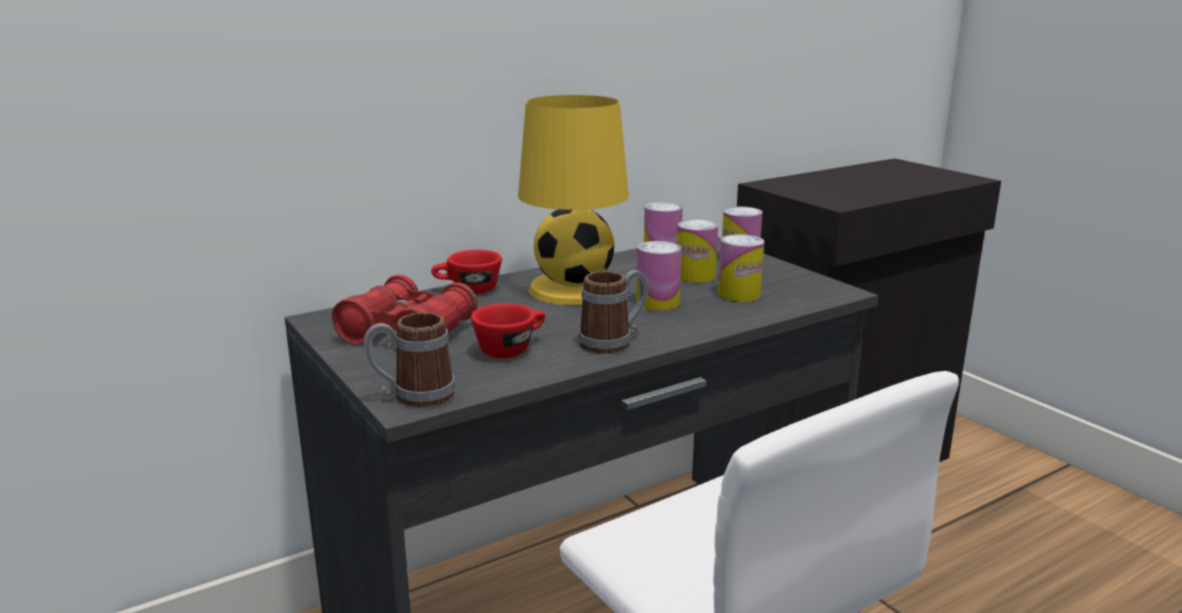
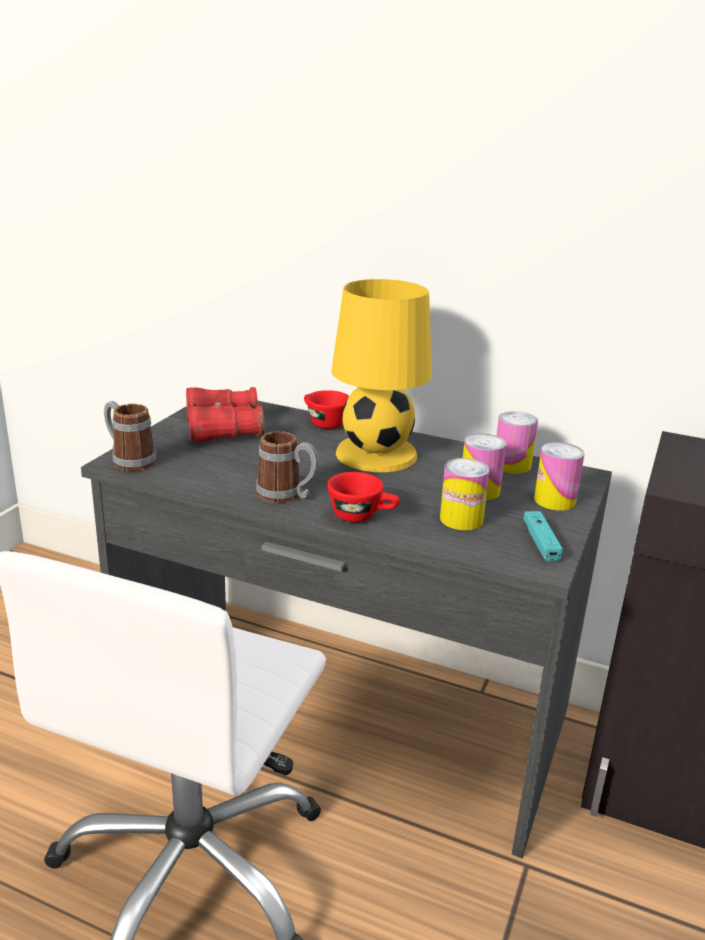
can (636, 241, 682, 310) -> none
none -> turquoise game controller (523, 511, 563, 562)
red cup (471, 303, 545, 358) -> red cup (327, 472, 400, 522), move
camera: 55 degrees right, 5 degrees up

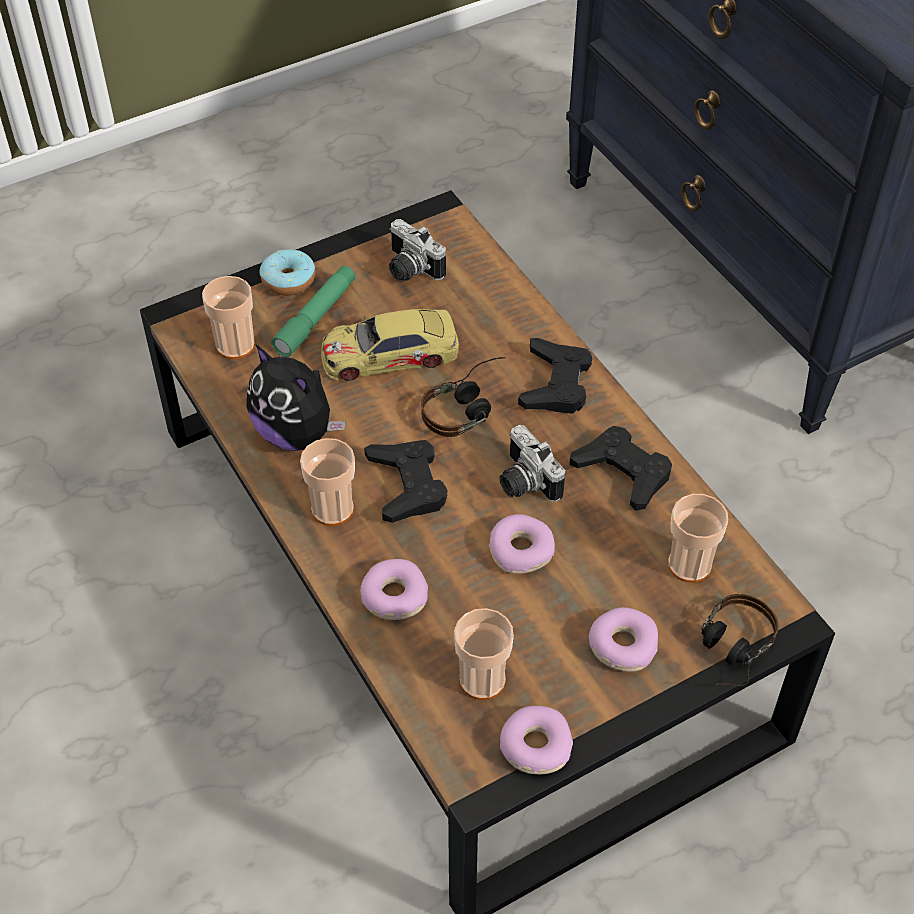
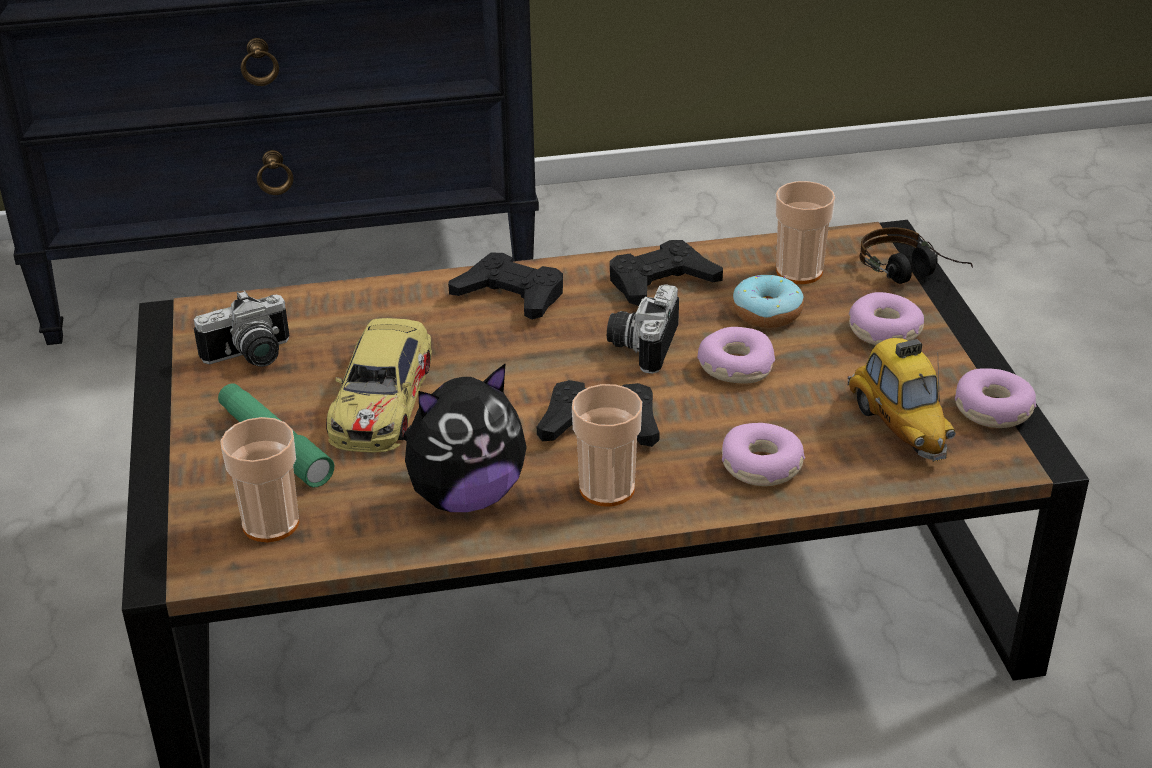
headphones (421, 357, 506, 437) -> none
donut (259, 249, 316, 296) -> donut (732, 275, 804, 328), move
cup (454, 608, 514, 700) -> toy car (848, 338, 956, 462)
photo camera (499, 425, 565, 502) -> photo camera (607, 285, 679, 374), 120 degrees clockwise
camera: 70 degrees left, 15 degrees down

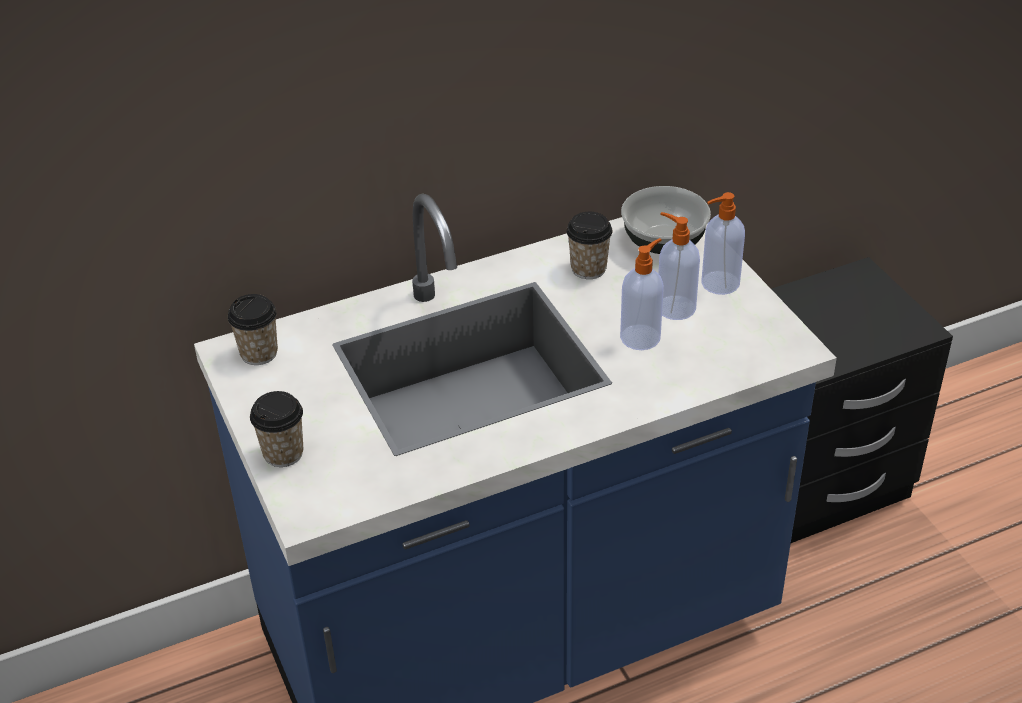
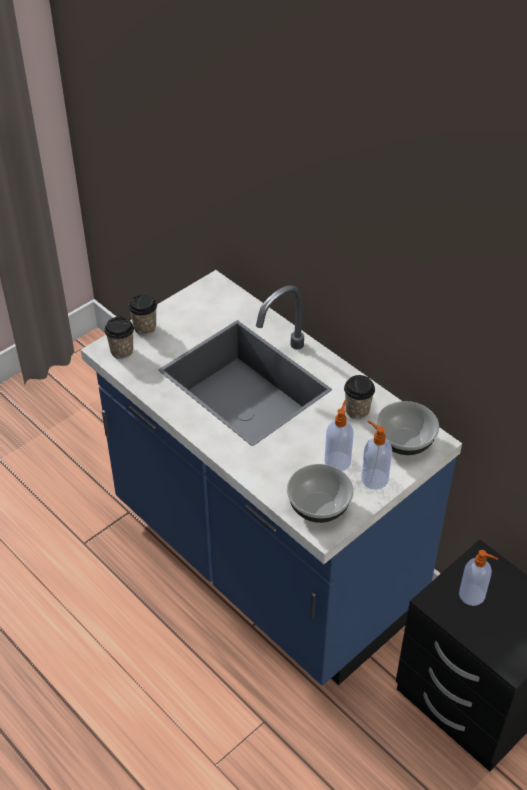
none -> bowl (287, 464, 353, 523)
cup (227, 294, 278, 365) -> cup (104, 316, 134, 359), move
soap dispenser (620, 238, 664, 350) -> soap dispenser (459, 550, 498, 606), move
camera: 70 degrees right, 5 degrees up

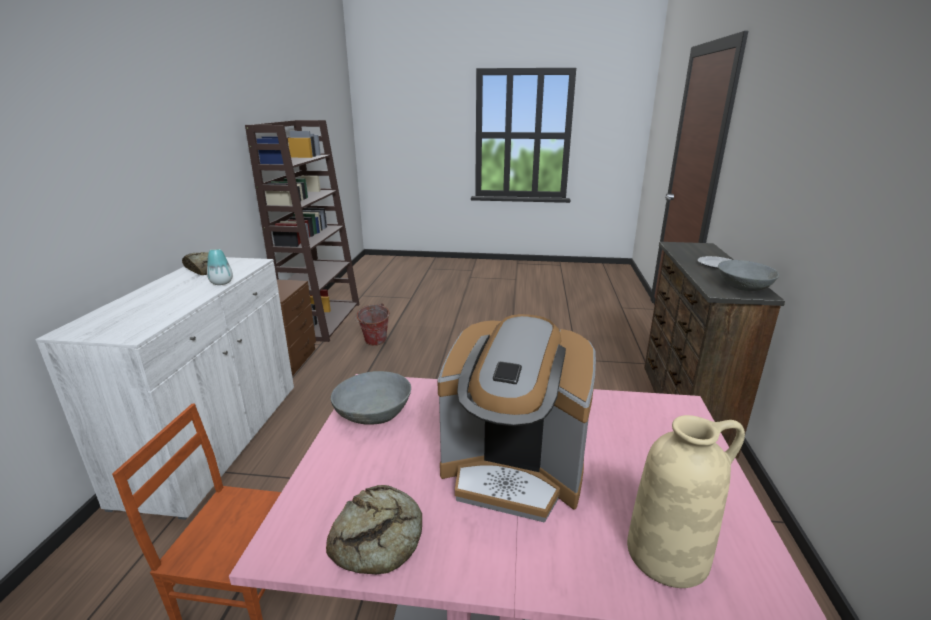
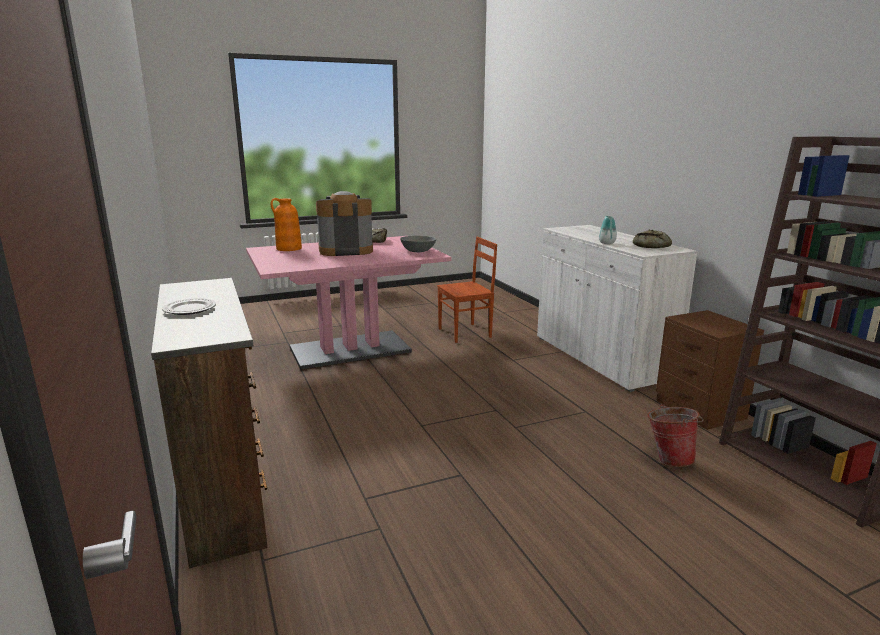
grey bowl (718, 260, 779, 291) -> none
beige vase (627, 415, 745, 588) -> orange vase (270, 198, 302, 251)
camera: 150 degrees right, 5 degrees down

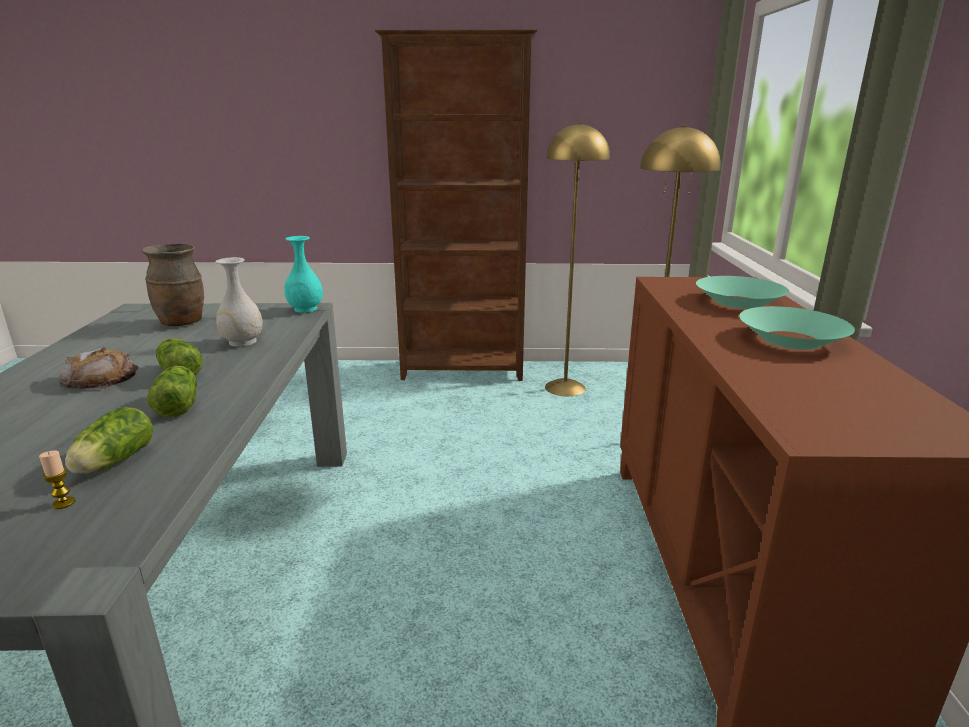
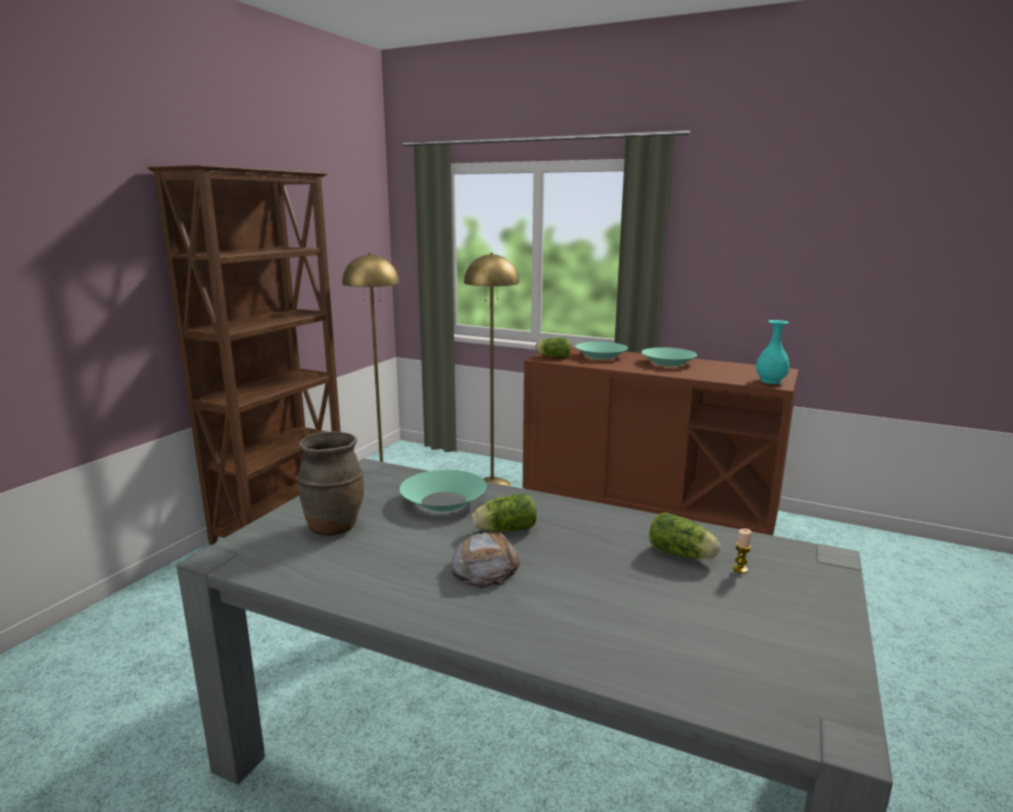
lettuce (147, 366, 197, 417) -> lettuce (535, 338, 571, 358), move
turquoise vase (284, 236, 323, 313) -> turquoise vase (756, 320, 790, 384), move
white vase (215, 257, 263, 347) -> turquoise bowl (400, 470, 487, 512)
camera: 65 degrees left, 5 degrees down

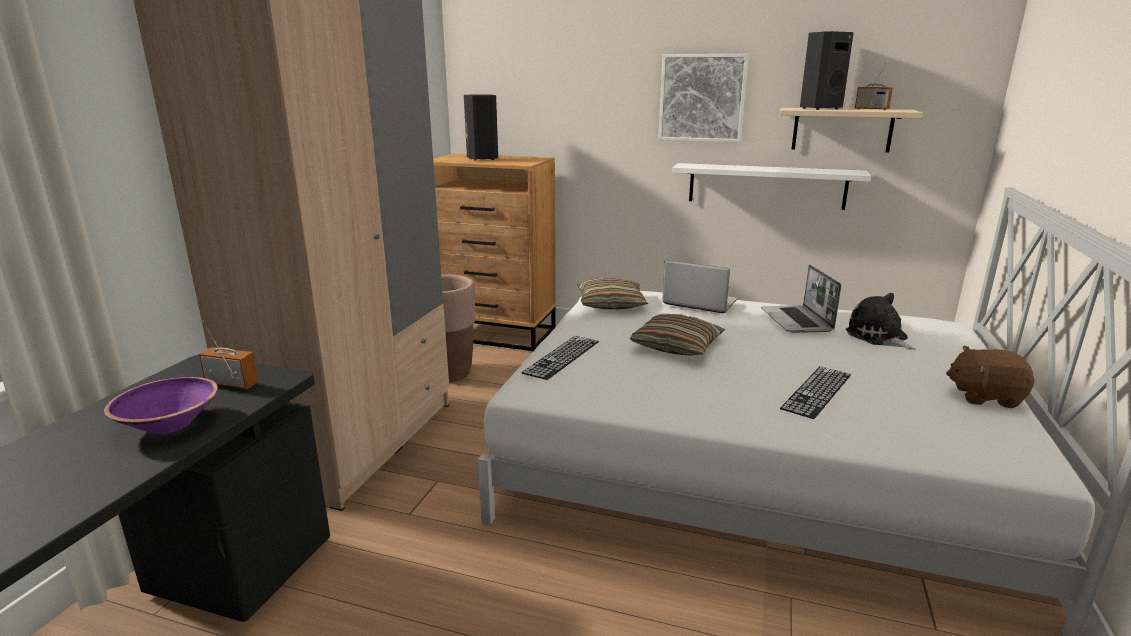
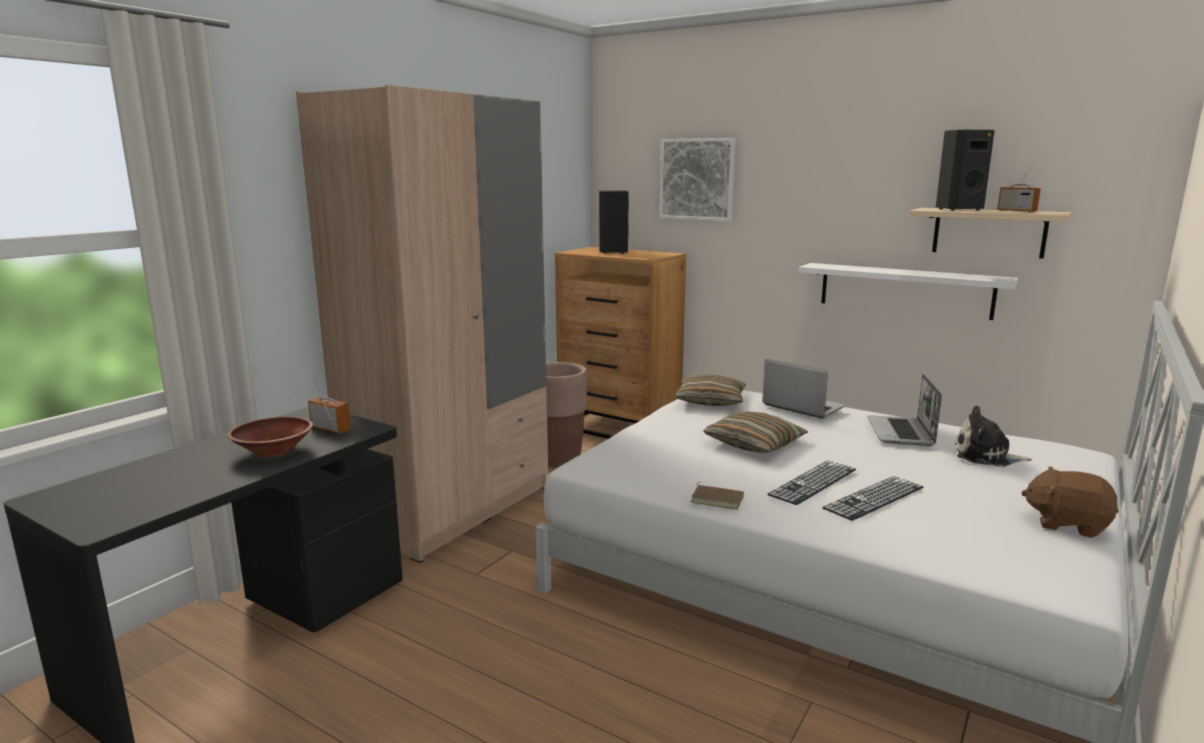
none -> brown book (690, 482, 744, 510)
keyboard (521, 336, 599, 380) -> keyboard (767, 460, 856, 505), move
picture (658, 54, 749, 143) -> picture (659, 138, 736, 221), move
purple bowl (104, 377, 218, 434) -> brown bowl (227, 417, 313, 457)
plush toy (846, 293, 916, 350) -> plush toy (955, 406, 1032, 467), 60 degrees counterclockwise
camera: 15 degrees right, 5 degrees down

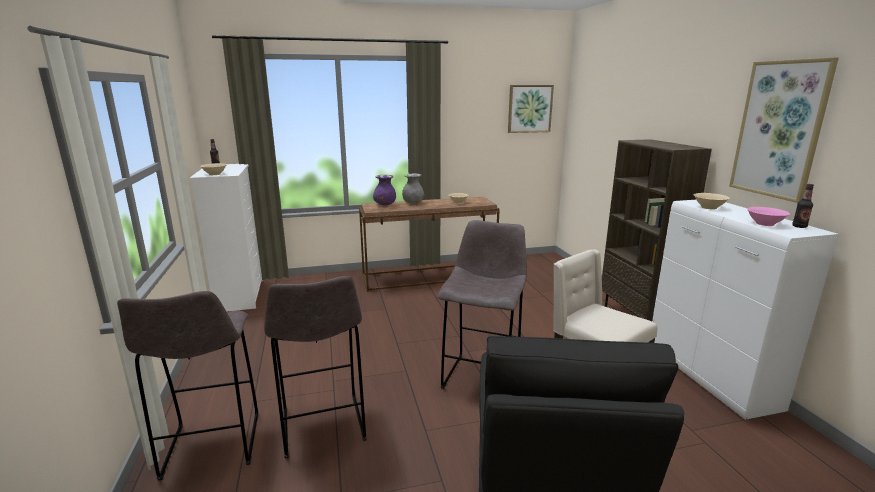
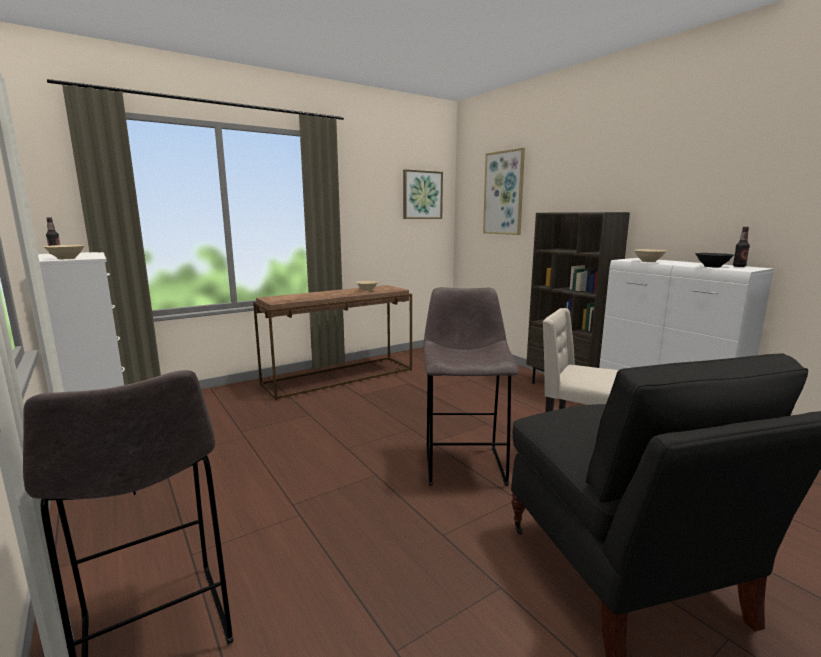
grey stool (264, 276, 367, 458) -> none
purple vase (373, 175, 396, 205) -> none
grey vase (402, 174, 425, 204) -> none
picture (729, 57, 839, 203) -> picture (483, 148, 525, 235), move
pink bowl (747, 207, 790, 226) -> black bowl (695, 253, 734, 267)
camera: 20 degrees left, 5 degrees down

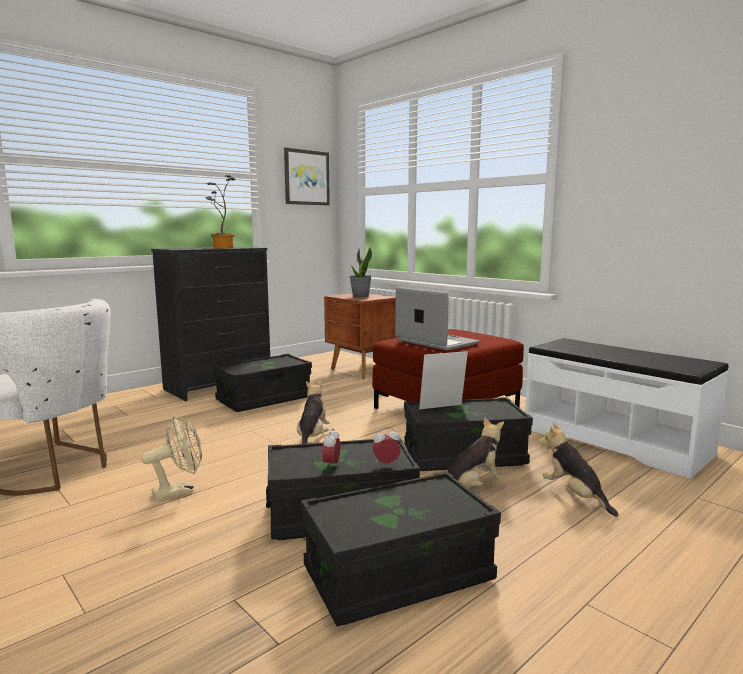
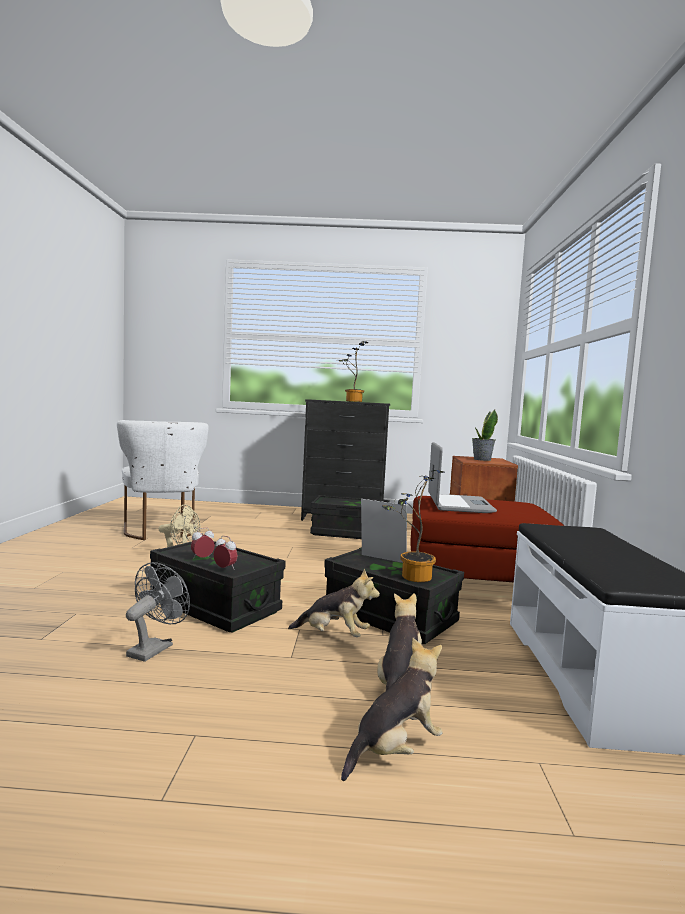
picture (284, 148, 330, 206) -> none
none -> potted plant (382, 470, 445, 582)
plush toy (297, 380, 330, 444) -> plush toy (341, 638, 443, 781), move
black storage box (301, 471, 501, 627) -> grey fan (126, 562, 190, 662)
camera: 45 degrees right, 5 degrees down

